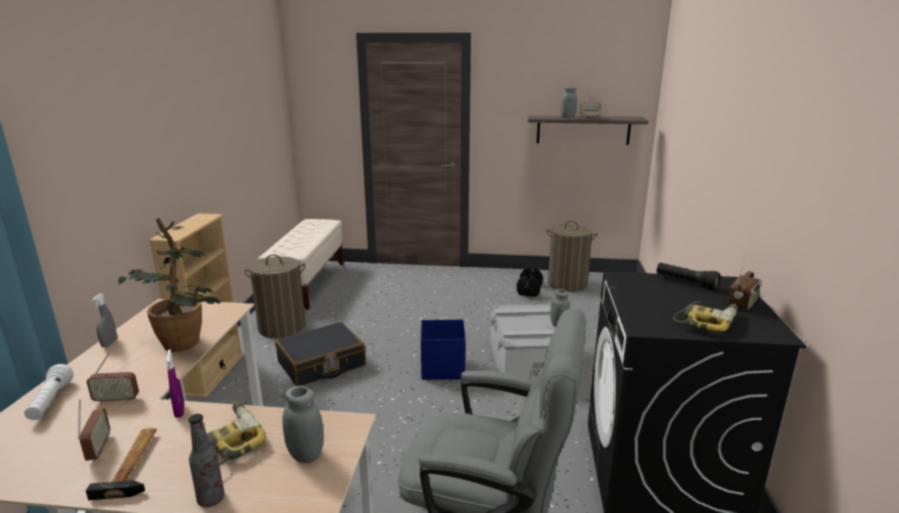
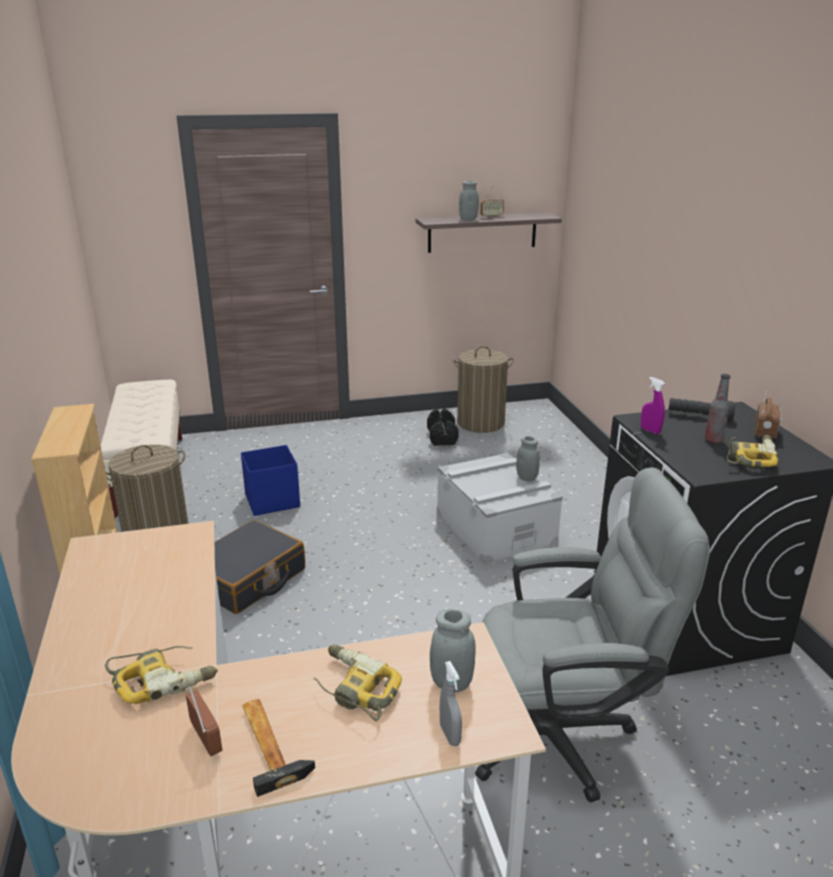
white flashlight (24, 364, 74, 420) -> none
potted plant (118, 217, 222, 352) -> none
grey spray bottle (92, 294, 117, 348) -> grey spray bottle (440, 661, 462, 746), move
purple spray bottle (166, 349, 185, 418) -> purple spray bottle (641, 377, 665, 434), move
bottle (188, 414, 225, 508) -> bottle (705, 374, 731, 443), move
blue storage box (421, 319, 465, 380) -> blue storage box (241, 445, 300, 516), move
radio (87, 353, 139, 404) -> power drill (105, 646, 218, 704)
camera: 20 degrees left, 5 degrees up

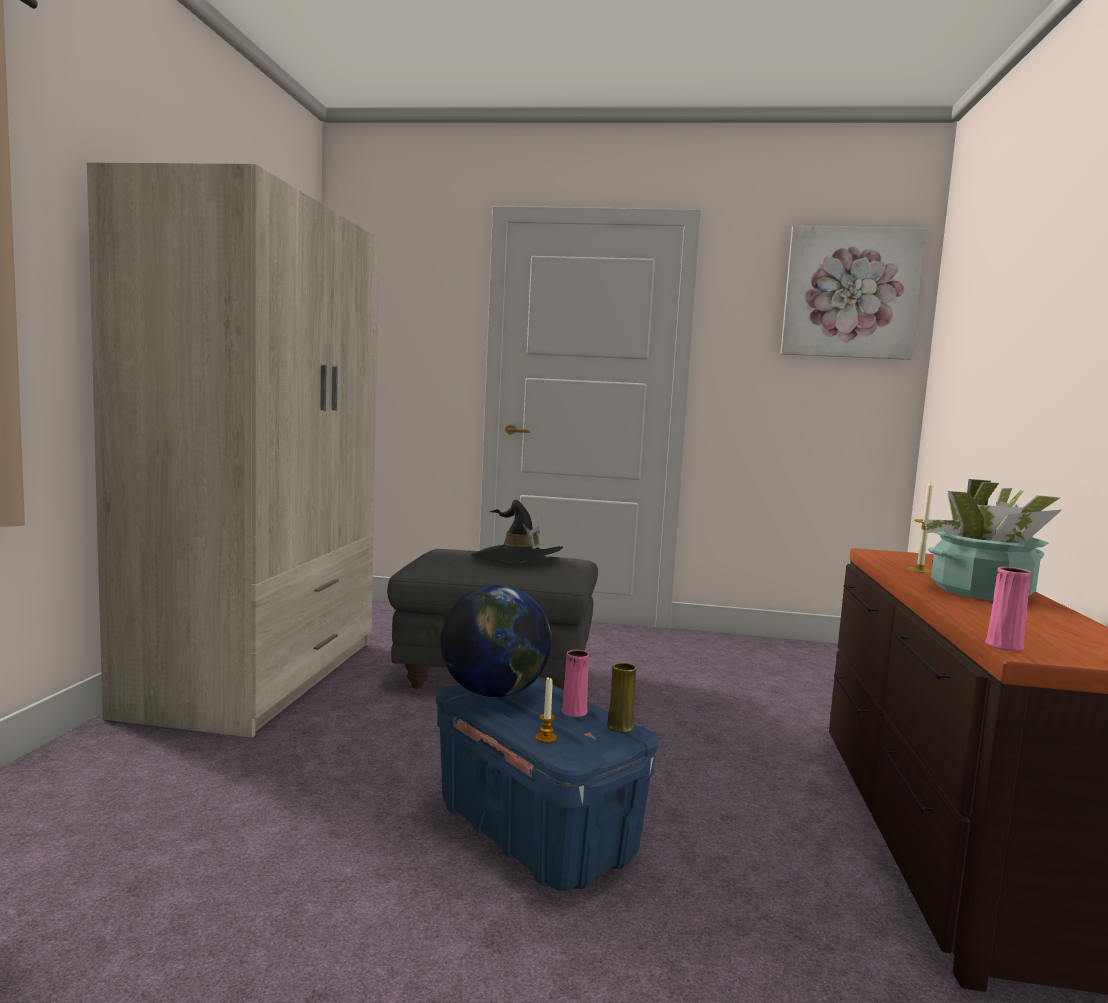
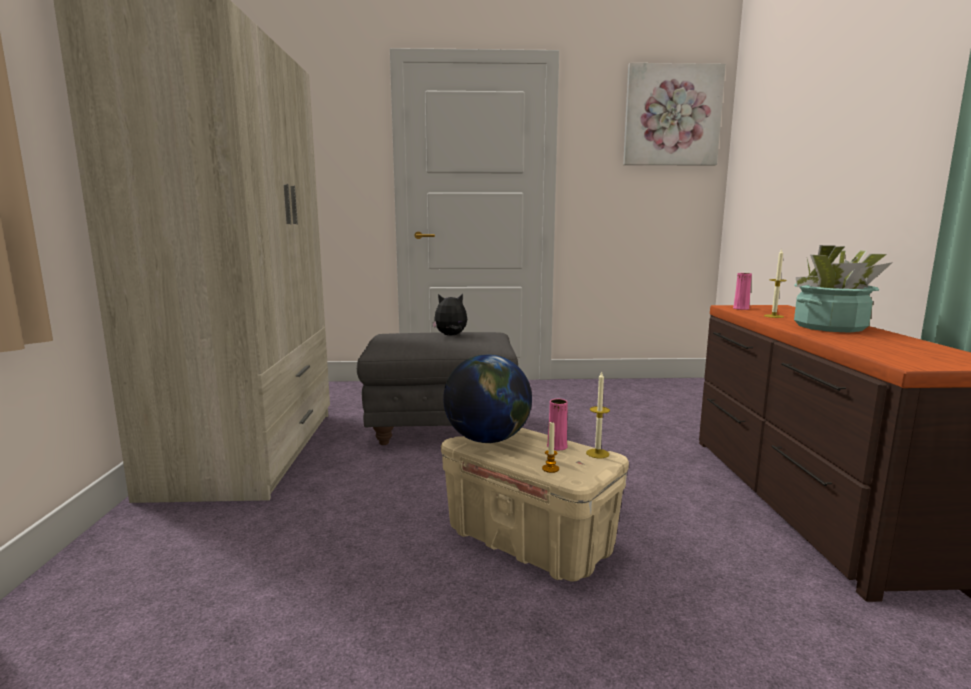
pink vase (985, 567, 1031, 651) -> pink vase (733, 273, 752, 310), move
black hat (471, 500, 563, 563) -> plush toy (432, 294, 467, 335)
yellow vase (607, 662, 636, 733) -> candle (586, 372, 610, 458)
blue storage box (436, 677, 658, 891) -> beige storage box (441, 428, 629, 581)
camera: 10 degrees left, 5 degrees up

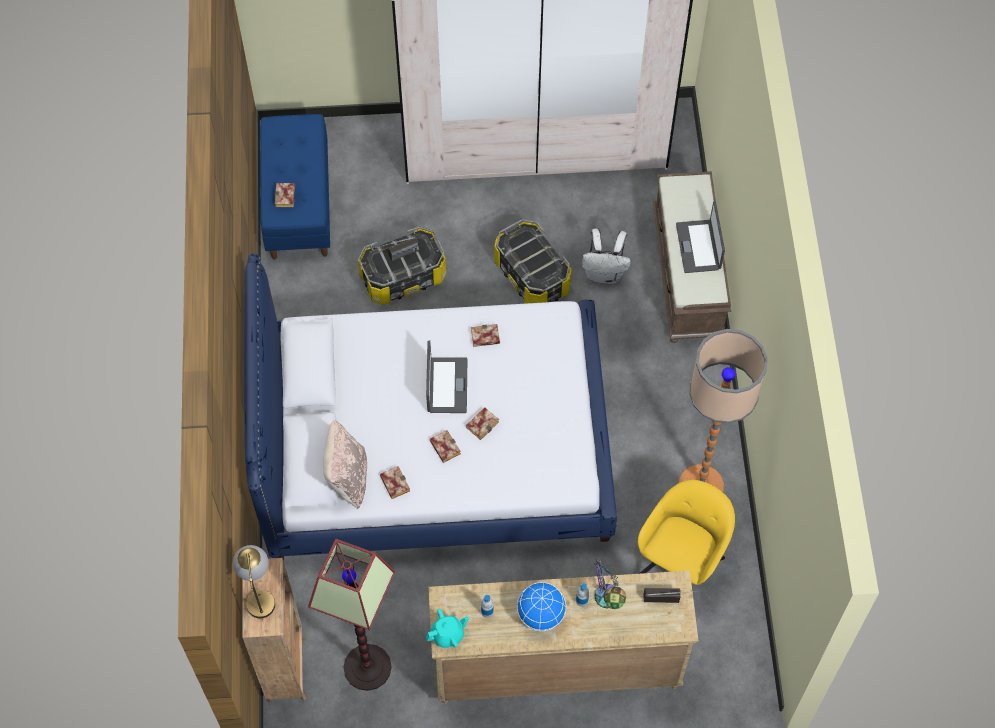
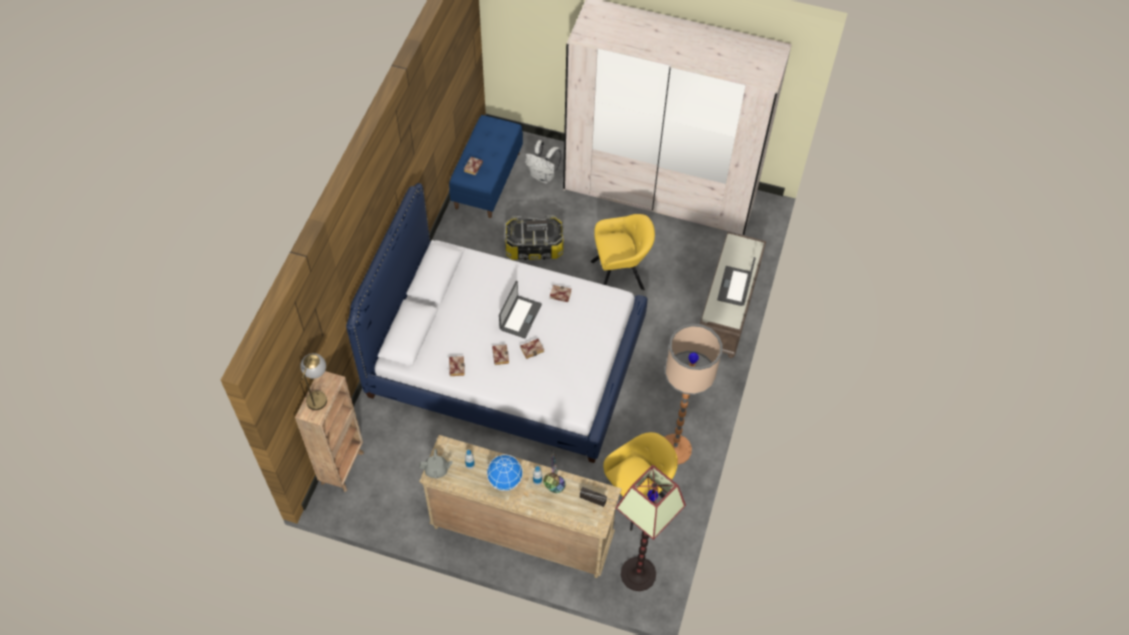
beige pillow (323, 420, 367, 509) -> none
floor lamp (308, 538, 395, 691) -> floor lamp (616, 464, 686, 591), move
white backpack (582, 228, 631, 284) -> white backpack (525, 140, 561, 184), move
storage box (494, 219, 572, 304) -> yellow armchair (591, 214, 655, 290)
turquoise teapot (426, 609, 469, 648) -> grey teapot (419, 449, 453, 478)
camera: 20 degrees right, 5 degrees down

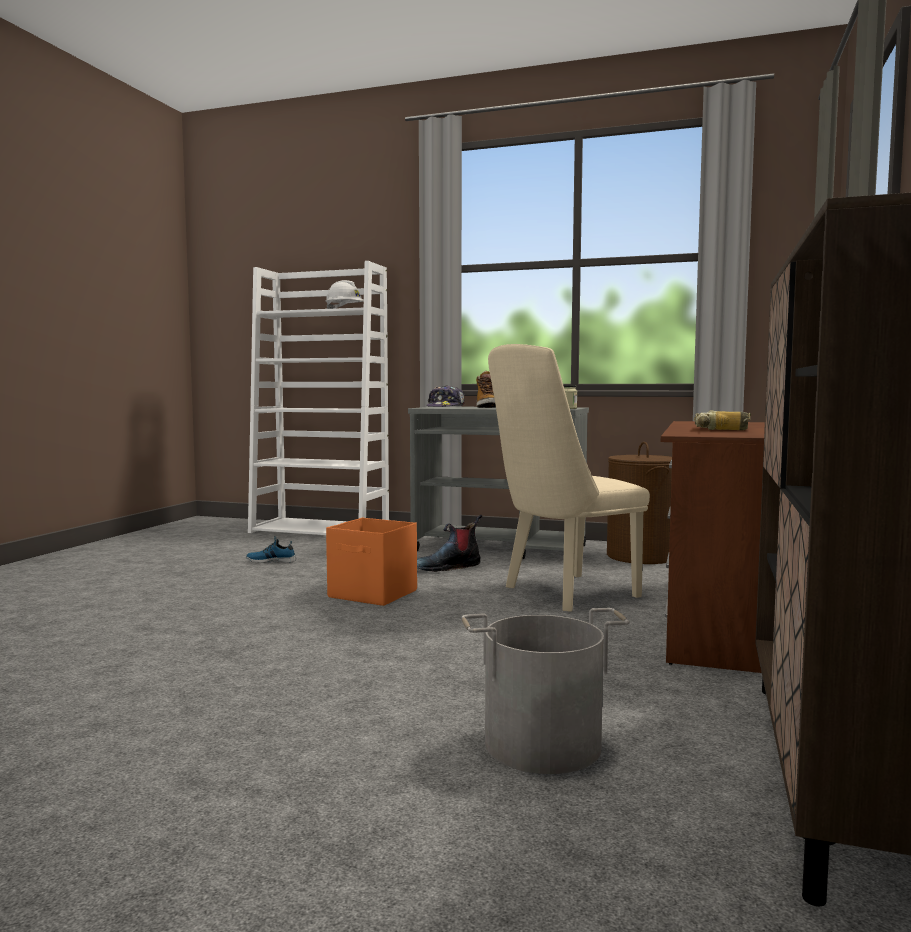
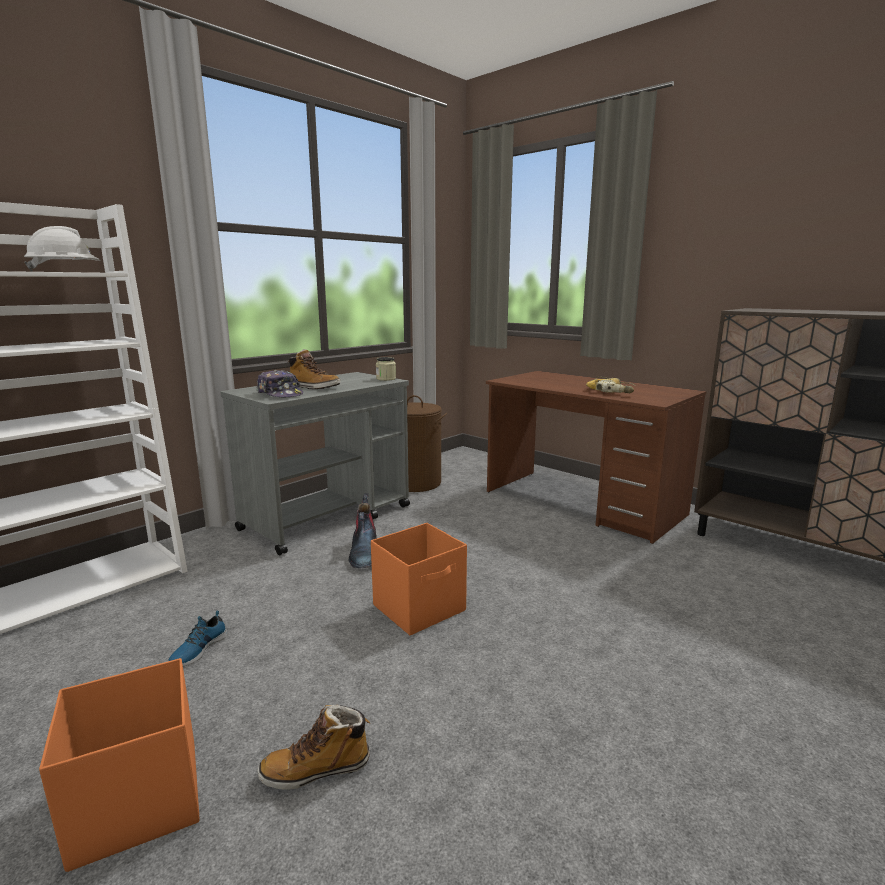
grey bucket (462, 608, 630, 774) -> none
beige chair (488, 344, 650, 612) -> none
none -> orange storage box (39, 658, 200, 872)
none -> boot (258, 705, 370, 790)
camera: 65 degrees left, 10 degrees up

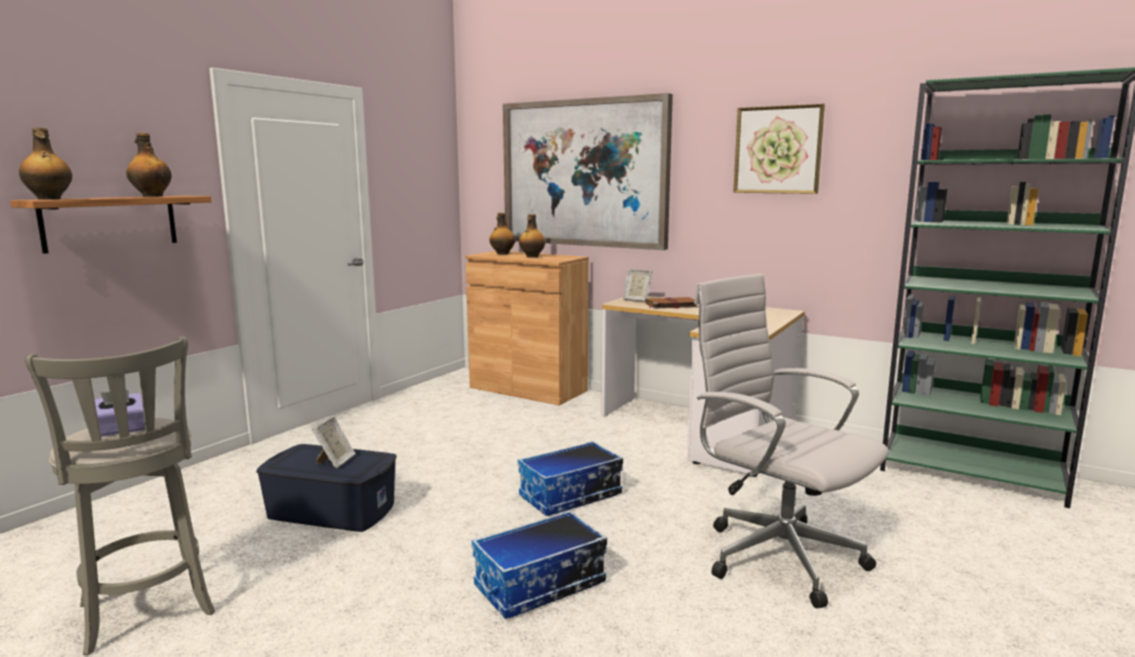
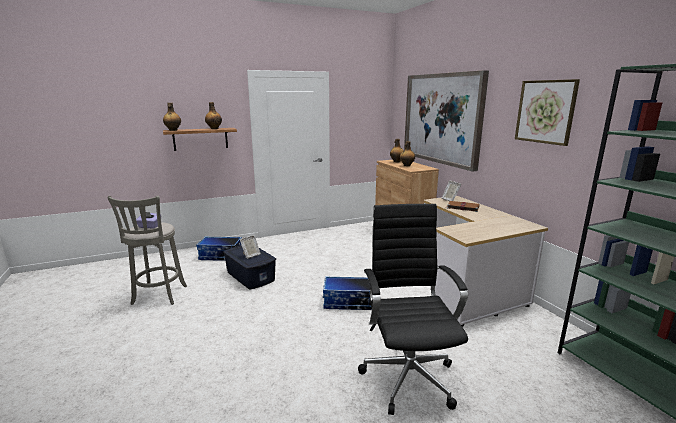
storage box (472, 510, 607, 619) -> storage box (196, 236, 242, 261), move
white office chair (694, 274, 889, 608) -> black office chair (358, 204, 468, 415)
camera: 35 degrees right, 5 degrees up

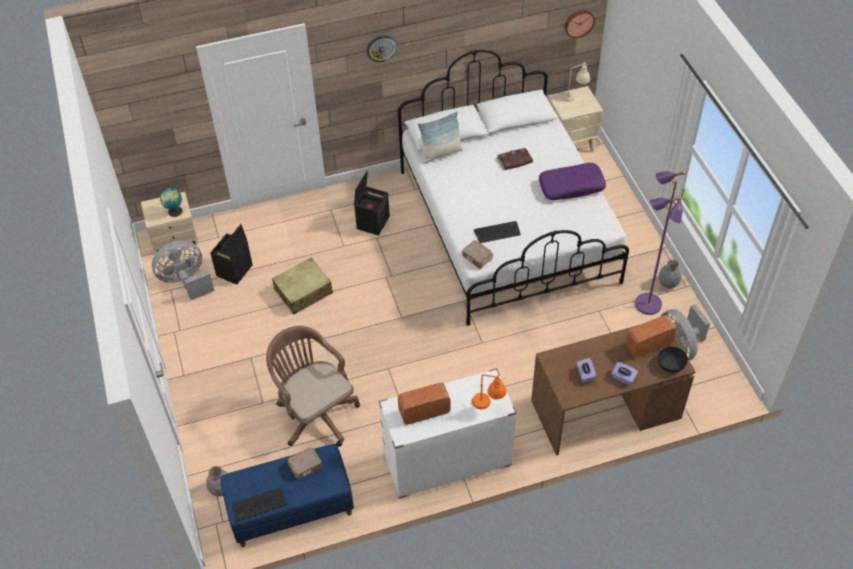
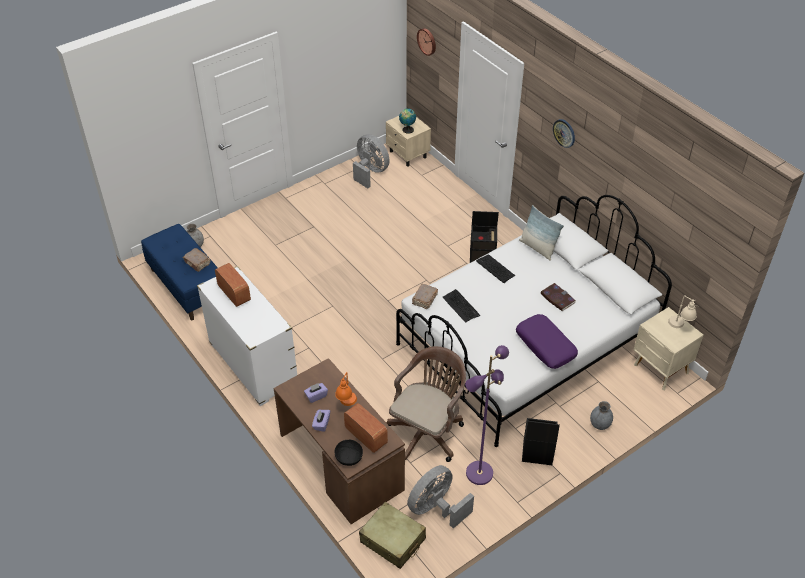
black storage box (210, 224, 253, 285) -> black storage box (522, 418, 560, 465), move
keyboard (233, 487, 287, 521) -> keyboard (476, 254, 515, 283), move
brown office chair (266, 326, 360, 447) -> brown office chair (387, 346, 466, 462), move
beige suitcase (272, 258, 333, 314) -> beige suitcase (359, 502, 426, 569), move
orange table lamp (472, 374, 506, 409) -> orange table lamp (335, 372, 357, 406), move
wall clock (564, 10, 595, 38) -> wall clock (417, 28, 436, 56), move
grey vase (659, 259, 682, 288) -> grey vase (590, 401, 613, 430), move
camera: 70 degrees right, 5 degrees down

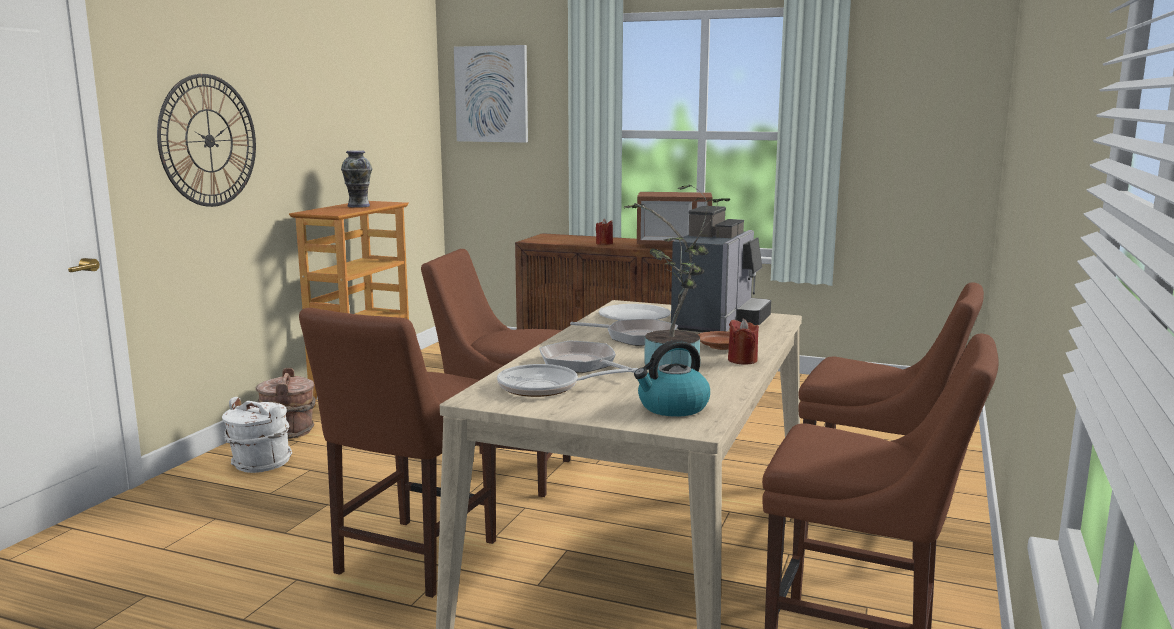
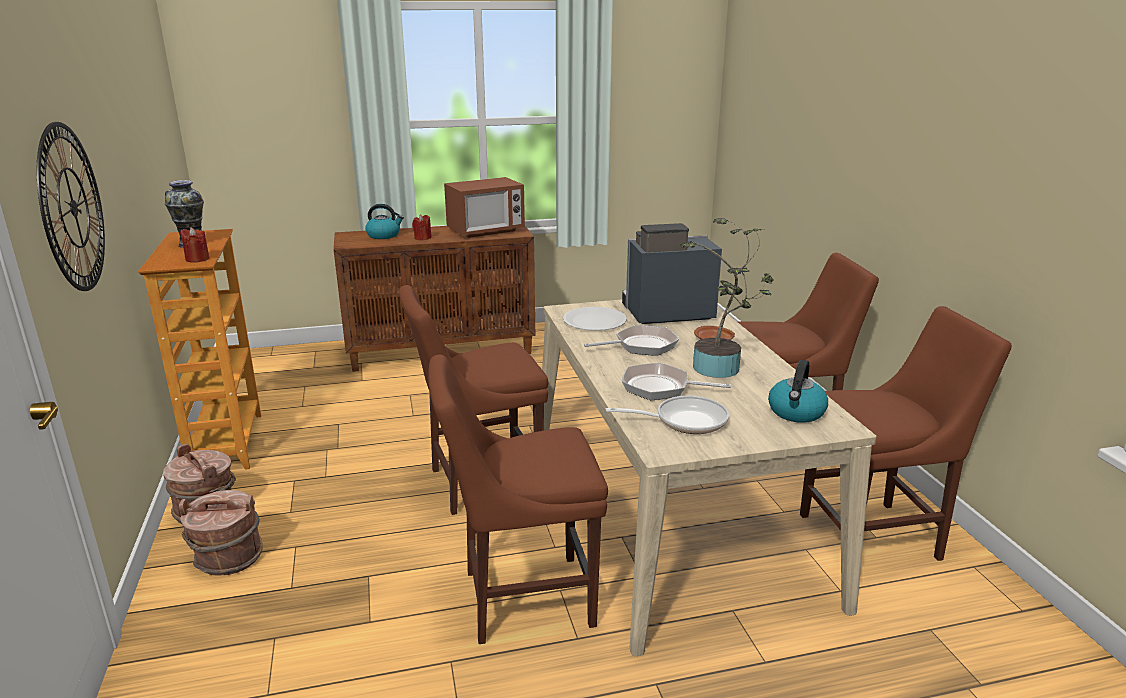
picture (454, 45, 528, 143) -> none
none -> kettle (365, 204, 404, 239)
red candle (728, 319, 759, 365) -> red candle (180, 227, 210, 263), move
white bucket (222, 397, 292, 473) -> brown bucket (179, 490, 263, 575)
brown chair (299, 308, 496, 598) -> brown chair (429, 355, 608, 644), 90 degrees clockwise
frying pan (497, 364, 638, 397) -> frying pan (606, 396, 729, 434), 150 degrees counterclockwise
coffee machine (671, 206, 771, 332) -> coffee machine (622, 223, 722, 324), 90 degrees counterclockwise
camera: 35 degrees left, 10 degrees up

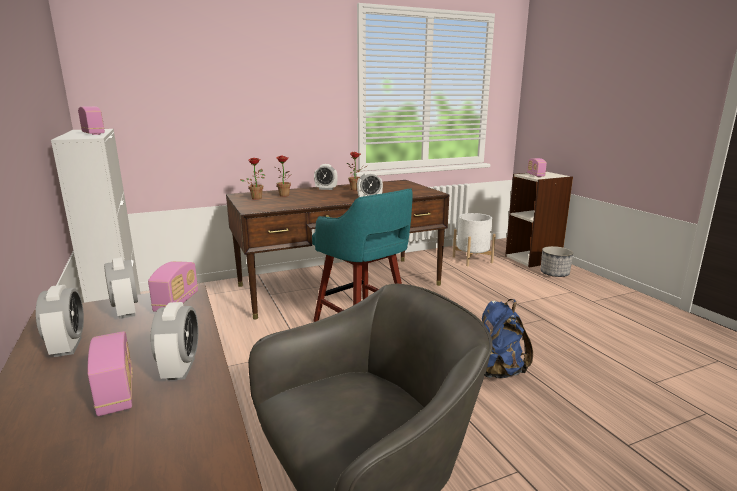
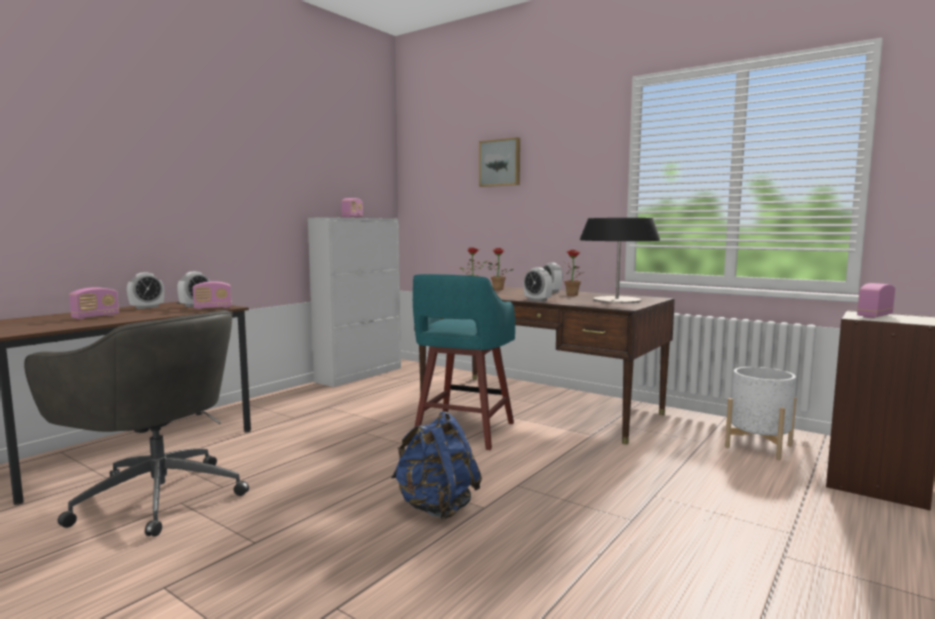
alarm clock (151, 302, 198, 380) -> none
planter (541, 246, 573, 277) -> none
none -> picture (479, 137, 520, 187)
none -> table lamp (580, 218, 660, 303)
camera: 60 degrees right, 10 degrees down

